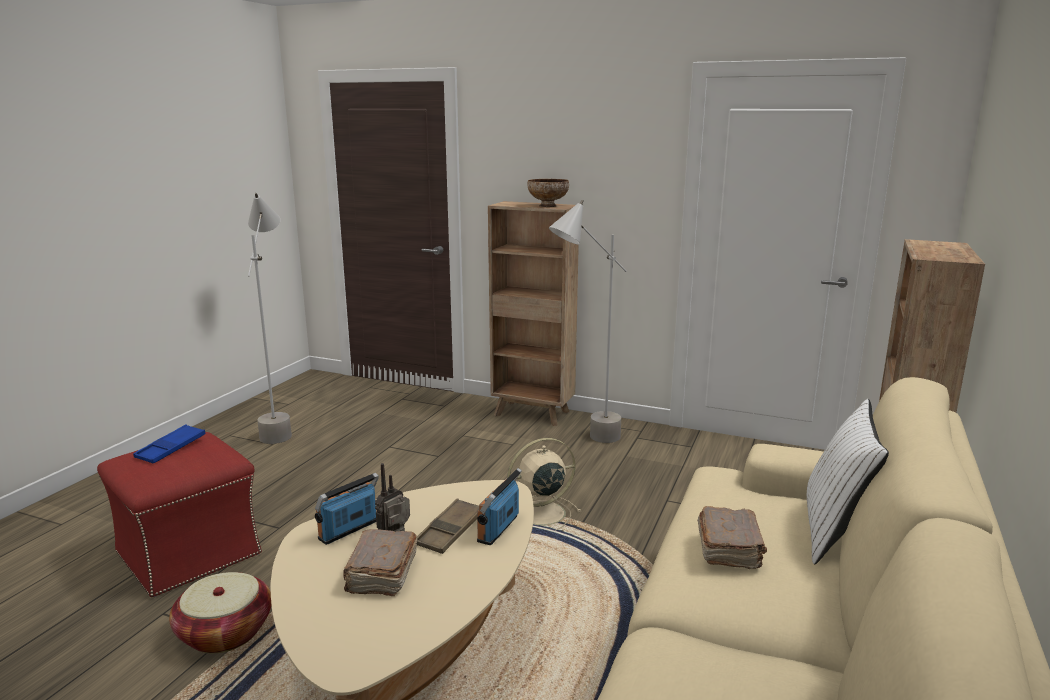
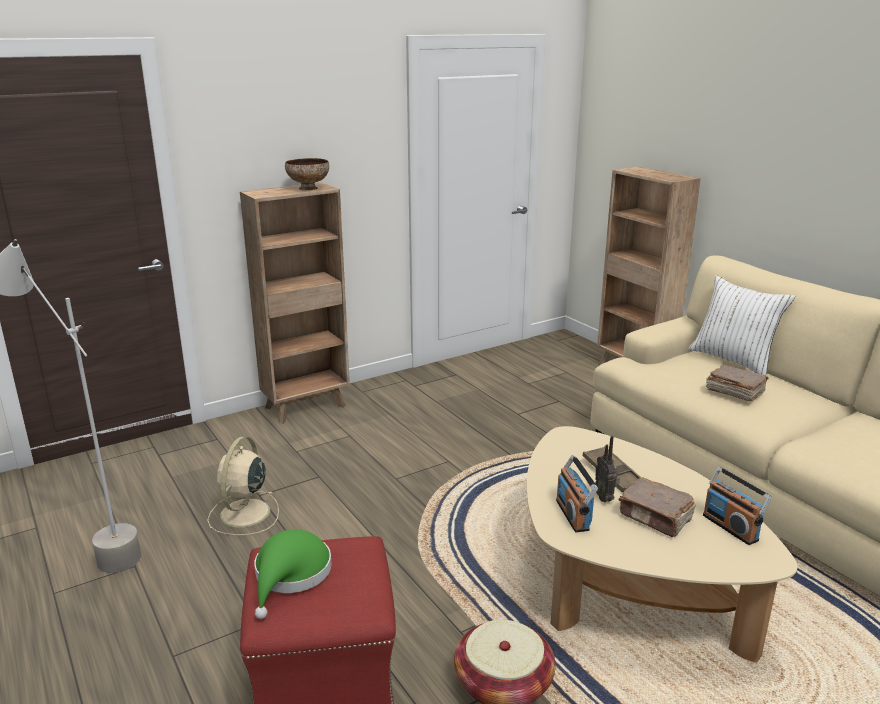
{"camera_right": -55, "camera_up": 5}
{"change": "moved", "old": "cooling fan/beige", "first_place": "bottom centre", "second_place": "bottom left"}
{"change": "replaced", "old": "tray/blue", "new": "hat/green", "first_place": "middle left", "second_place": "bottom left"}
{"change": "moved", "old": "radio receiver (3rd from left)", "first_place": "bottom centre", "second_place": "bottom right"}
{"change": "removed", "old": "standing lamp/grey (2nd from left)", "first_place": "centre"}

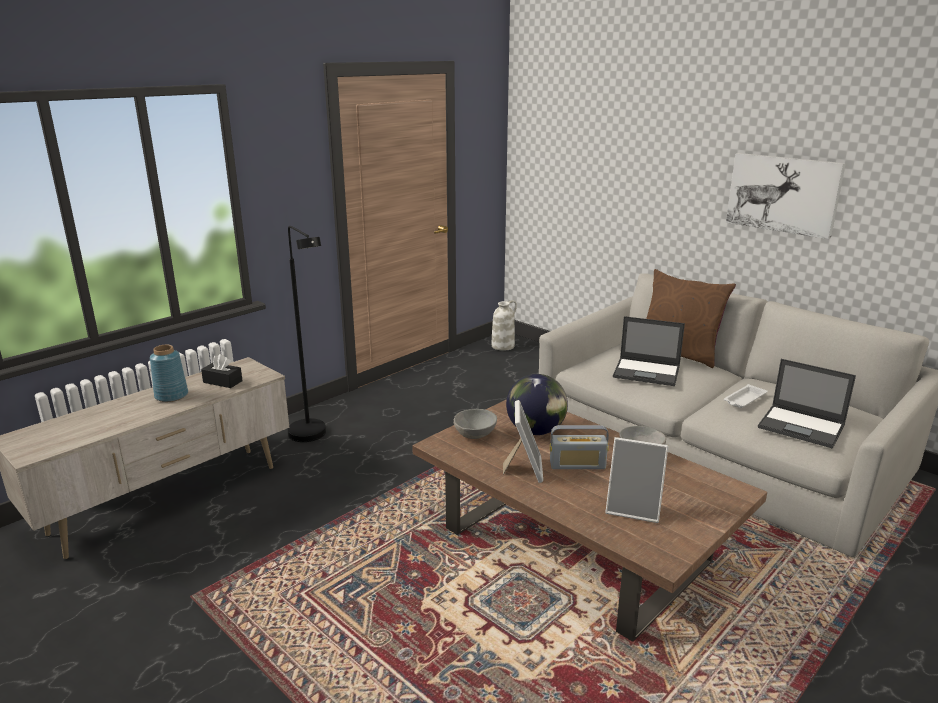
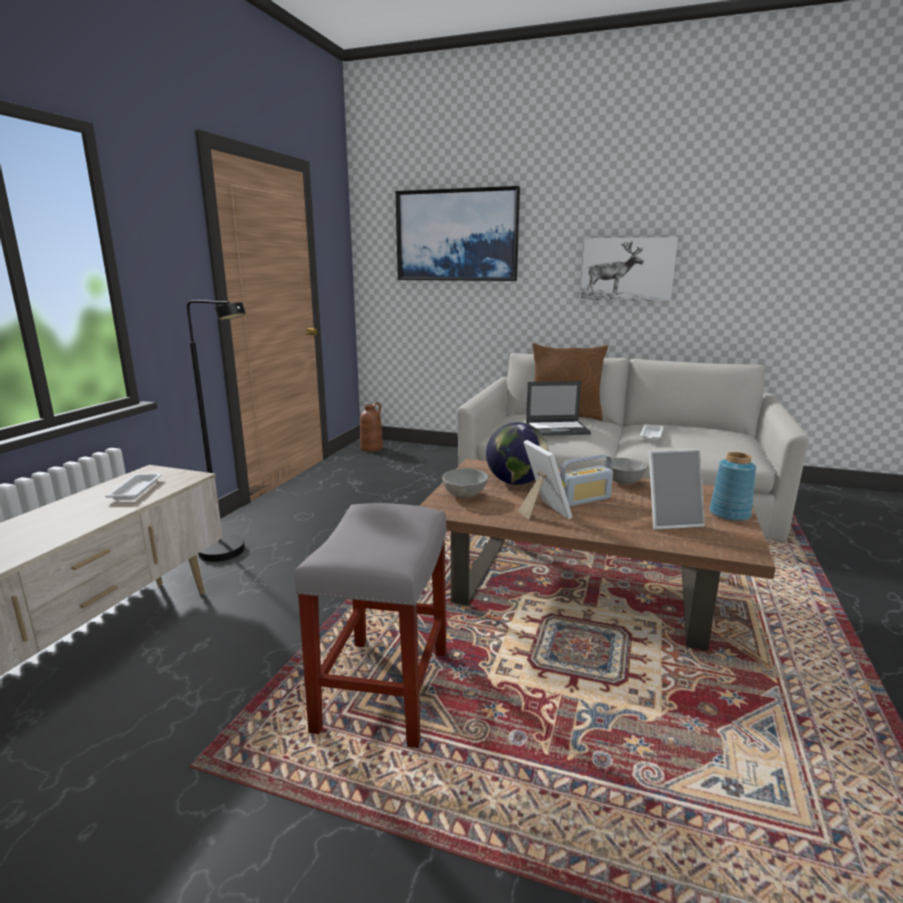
{"camera_right": -25, "camera_up": -5}
{"change": "replaced", "old": "tissue box/black-coloured", "new": "tray/white (1st from left)", "first_place": "middle left", "second_place": "middle left"}
{"change": "added", "new": "sitting stool/grey", "second_place": "bottom centre"}
{"change": "recoloured", "old": "flower vase/white", "new": "flower vase/brownish", "first_place": "centre", "second_place": "centre"}
{"change": "added", "new": "wall picture (1st from left)", "second_place": "top centre"}
{"change": "moved", "old": "flower vase/blue", "first_place": "middle left", "second_place": "middle right"}
{"change": "removed", "old": "notebook computer (2nd from left)", "first_place": "middle right"}

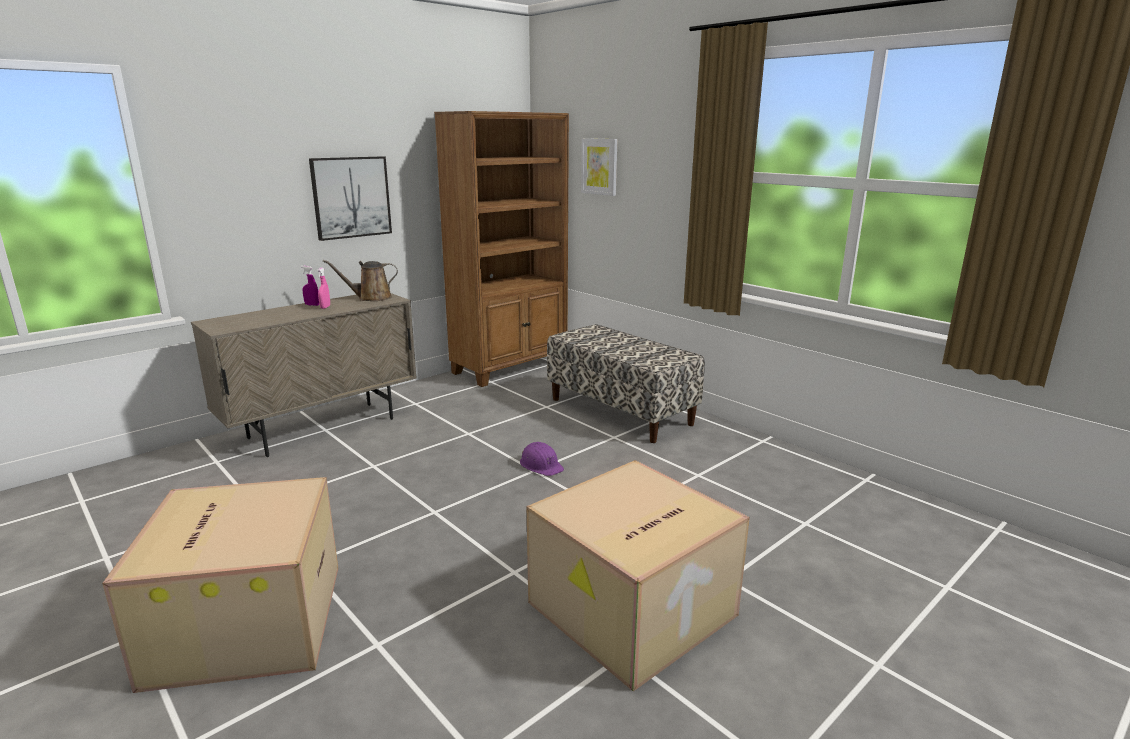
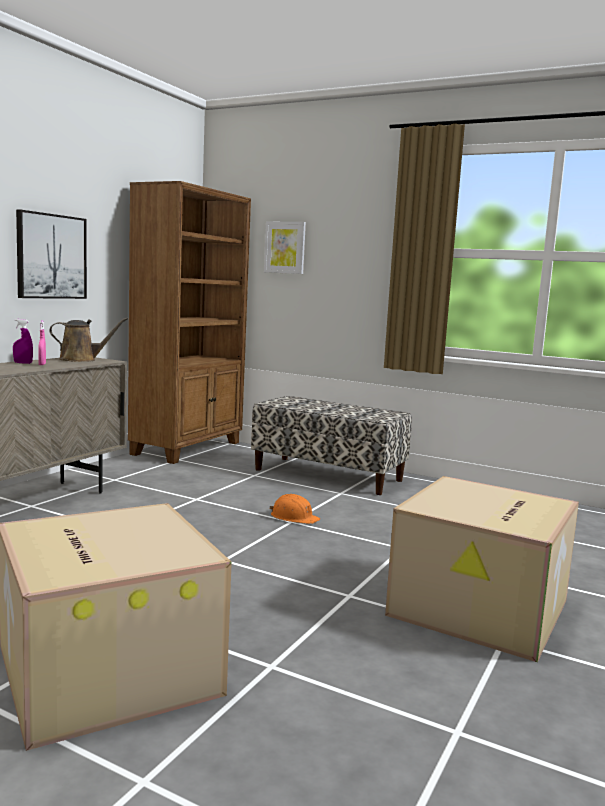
{"camera_right": -20, "camera_up": -10}
{"change": "turned", "old": "watering can/brownish", "first_place": "middle left", "second_place": "middle left", "degrees": -150}
{"change": "recoloured", "old": "hard hat/purplish", "new": "hard hat/orange-coloured", "first_place": "centre", "second_place": "centre"}

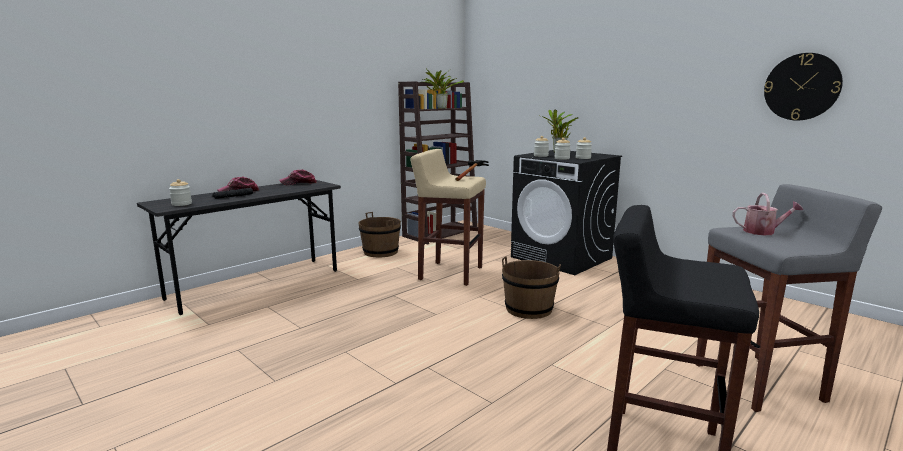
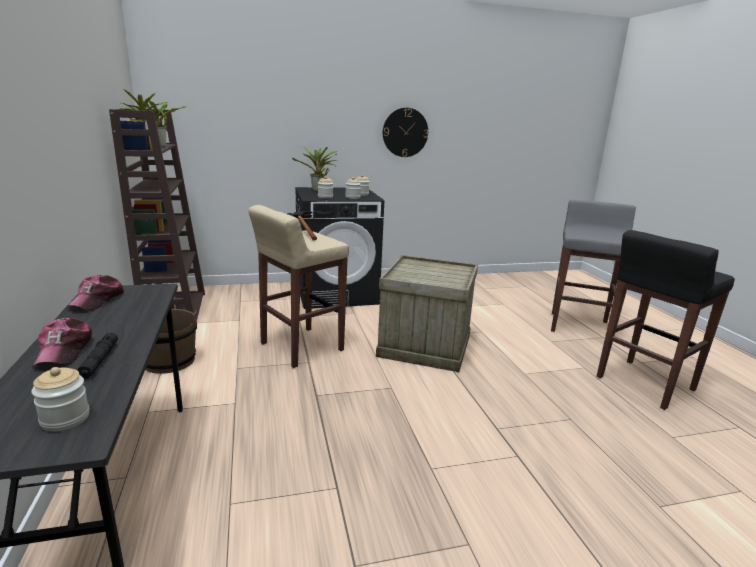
{"camera_right": -60, "camera_up": 5}
{"change": "replaced", "old": "water bucket/brownish (2nd from left)", "new": "shipping crate", "first_place": "centre", "second_place": "centre"}
{"change": "moved", "old": "wall clock", "first_place": "top right", "second_place": "top centre"}
{"change": "removed", "old": "watering can", "first_place": "middle right"}

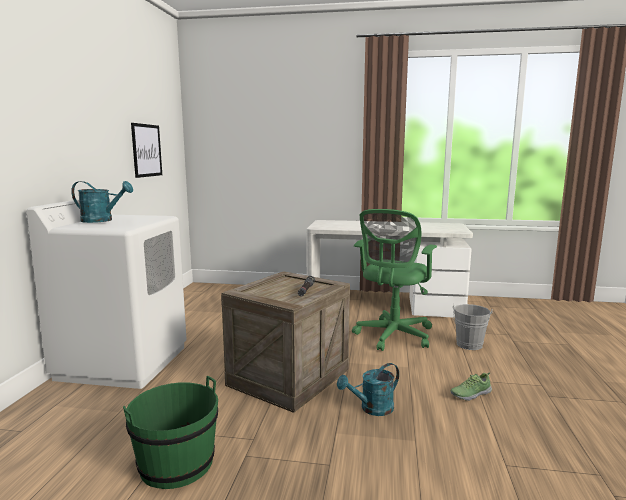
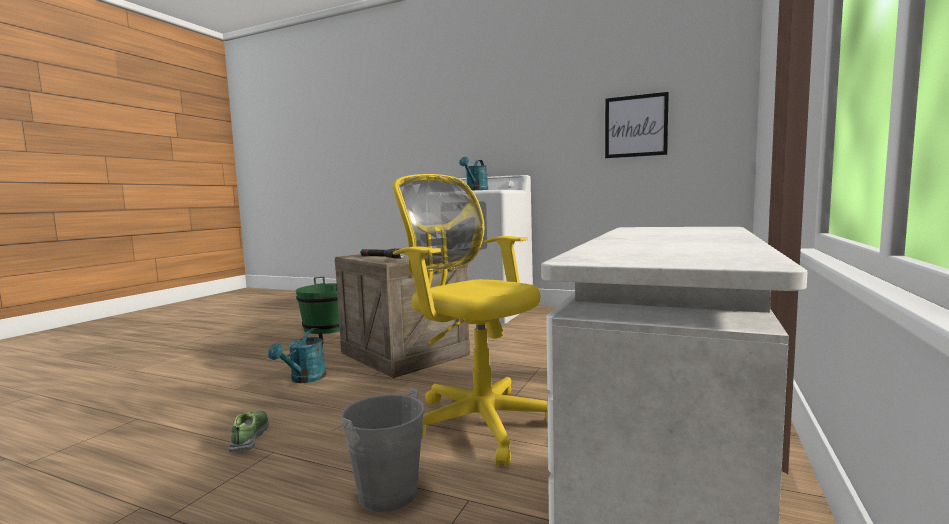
{"camera_right": 105, "camera_up": -5}
{"change": "turned", "old": "watering can/turquoise (2nd from left in the first image)", "first_place": "bottom centre", "second_place": "bottom left", "degrees": -150}
{"change": "recoloured", "old": "office chair/green", "new": "office chair/yellowish", "first_place": "centre", "second_place": "centre"}

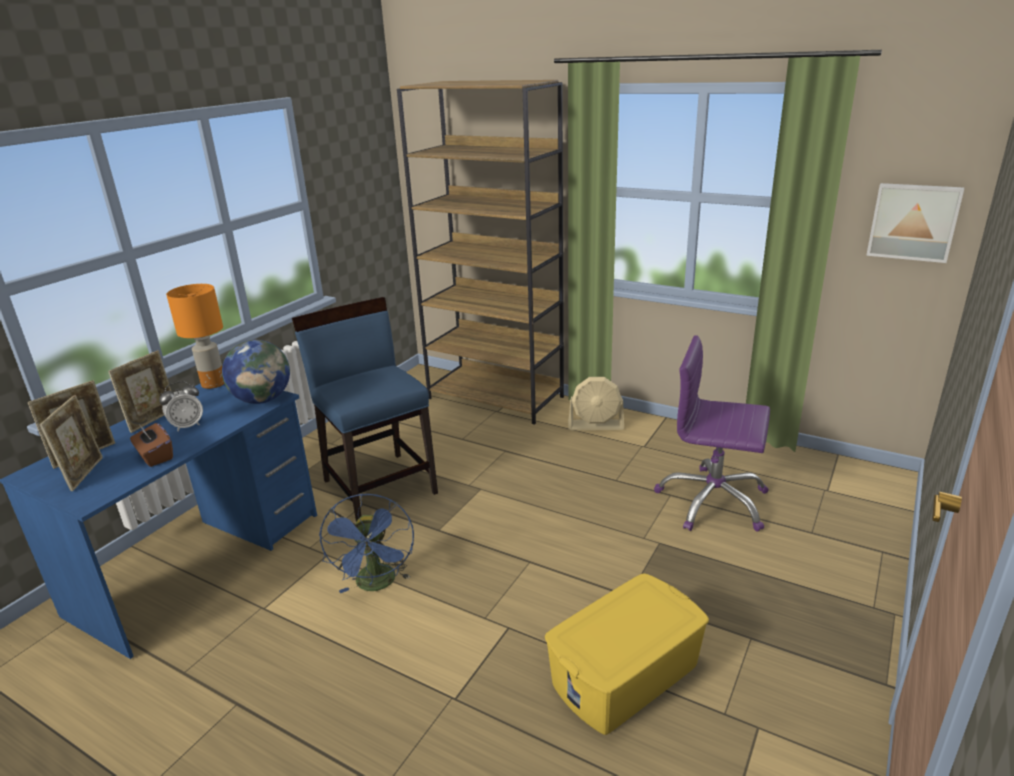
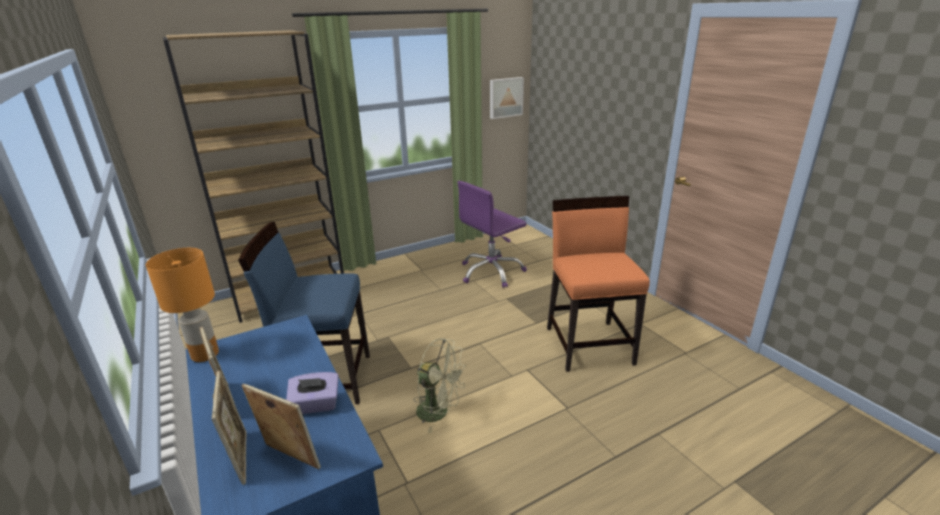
{"camera_right": -60, "camera_up": 0}
{"change": "recoloured", "old": "tissue box/brownish", "new": "tissue box/purplish", "first_place": "middle left", "second_place": "bottom left"}
{"change": "recoloured", "old": "cooling fan/blue", "new": "cooling fan/green", "first_place": "bottom centre", "second_place": "bottom centre"}
{"change": "replaced", "old": "storage container/yellowish", "new": "upright chair/orange-coloured", "first_place": "bottom centre", "second_place": "centre"}
{"change": "removed", "old": "table clock", "first_place": "middle left"}
{"change": "removed", "old": "world globe", "first_place": "middle left"}
{"change": "removed", "old": "cooling fan/beige", "first_place": "centre"}

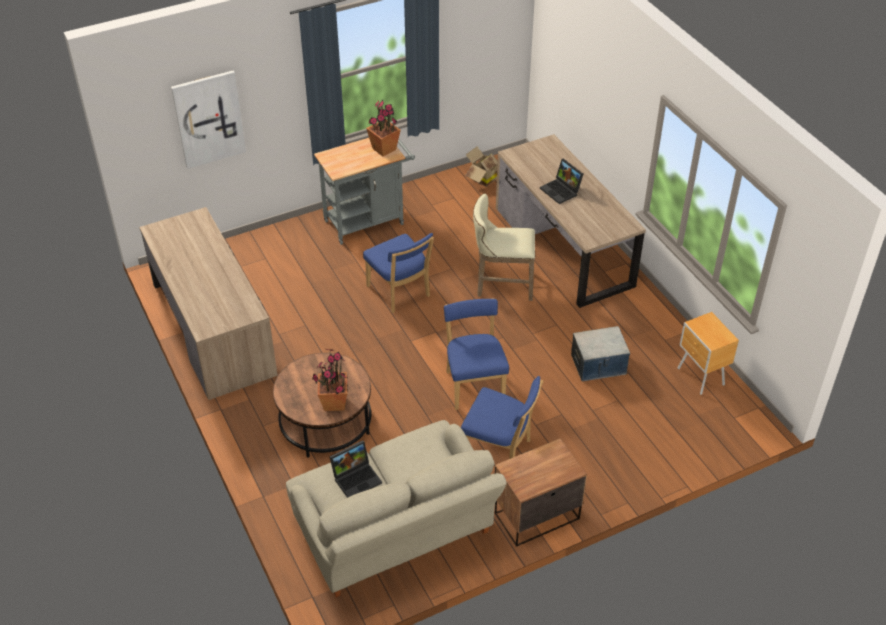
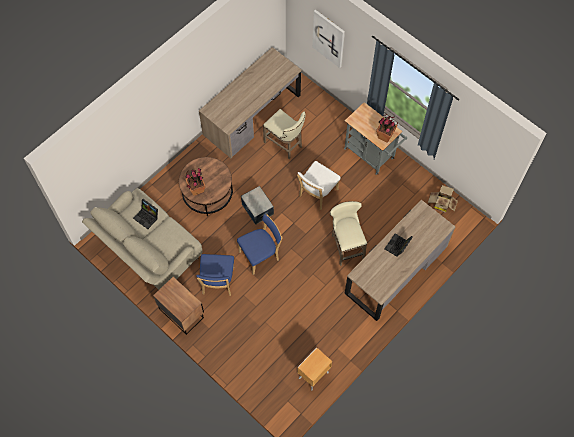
{"camera_right": 70, "camera_up": 20}
{"change": "moved", "old": "storage container", "first_place": "middle right", "second_place": "centre"}
{"change": "added", "new": "sitting stool/beige (1st from left)", "second_place": "top centre"}
{"change": "recoloured", "old": "upright chair/blue (1st from left)", "new": "upright chair/white", "first_place": "centre", "second_place": "centre"}

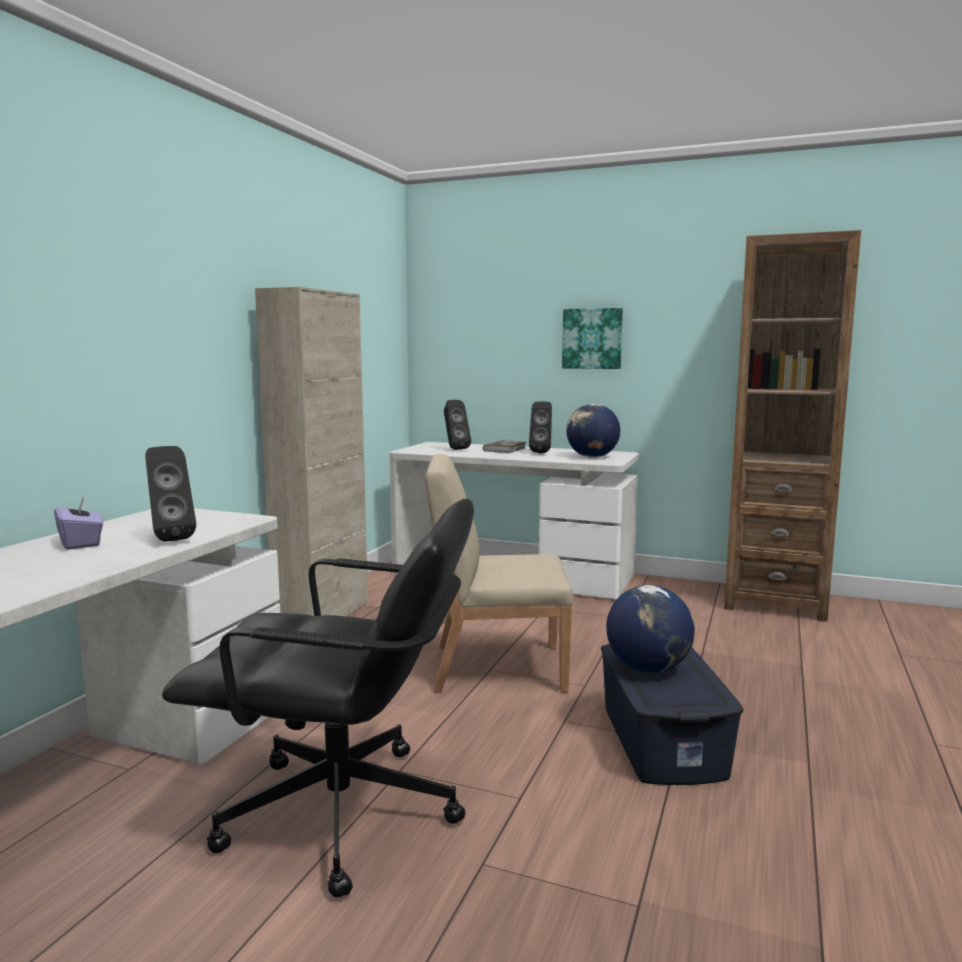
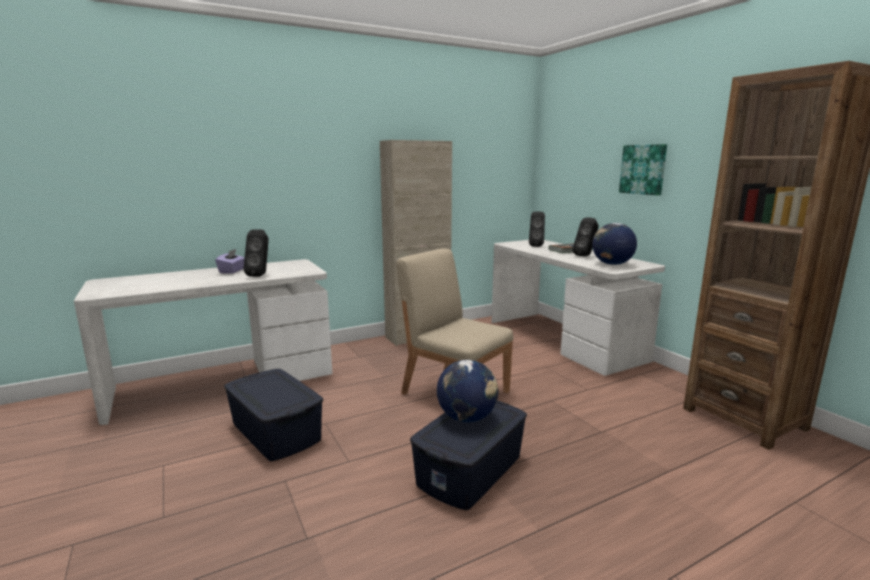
{"camera_right": 40, "camera_up": 5}
{"change": "replaced", "old": "office chair/black-coloured", "new": "storage container/blue (1st from left)", "first_place": "bottom left", "second_place": "bottom left"}

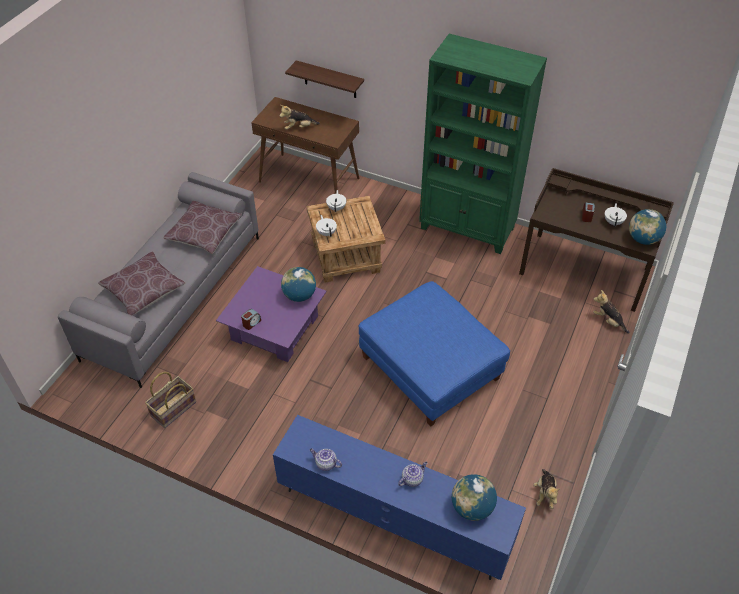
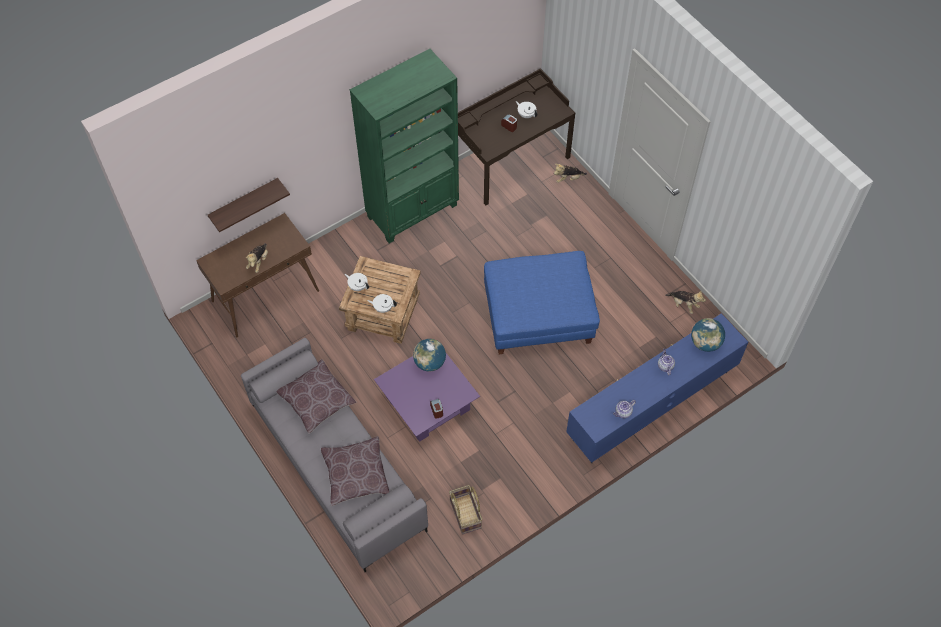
{"camera_right": -60, "camera_up": 10}
{"change": "removed", "old": "world globe (3rd from left)", "first_place": "middle right"}

